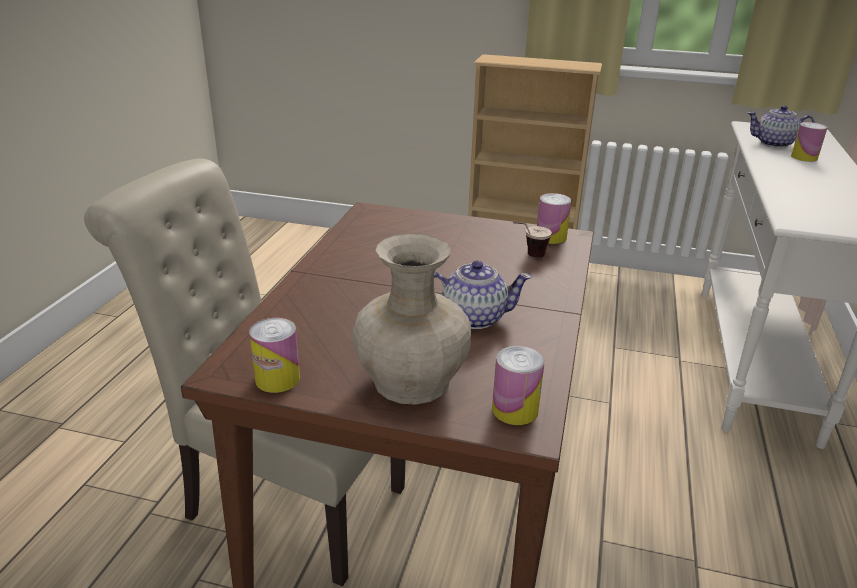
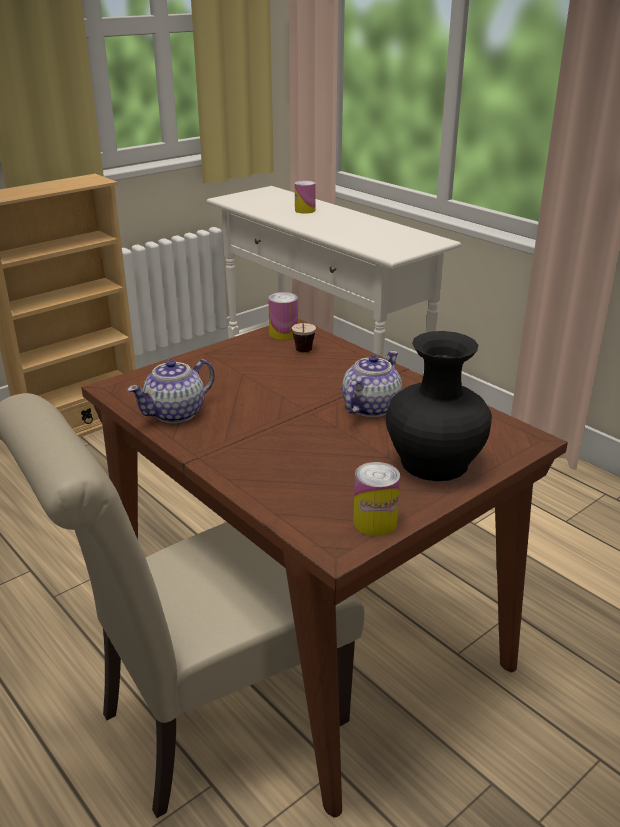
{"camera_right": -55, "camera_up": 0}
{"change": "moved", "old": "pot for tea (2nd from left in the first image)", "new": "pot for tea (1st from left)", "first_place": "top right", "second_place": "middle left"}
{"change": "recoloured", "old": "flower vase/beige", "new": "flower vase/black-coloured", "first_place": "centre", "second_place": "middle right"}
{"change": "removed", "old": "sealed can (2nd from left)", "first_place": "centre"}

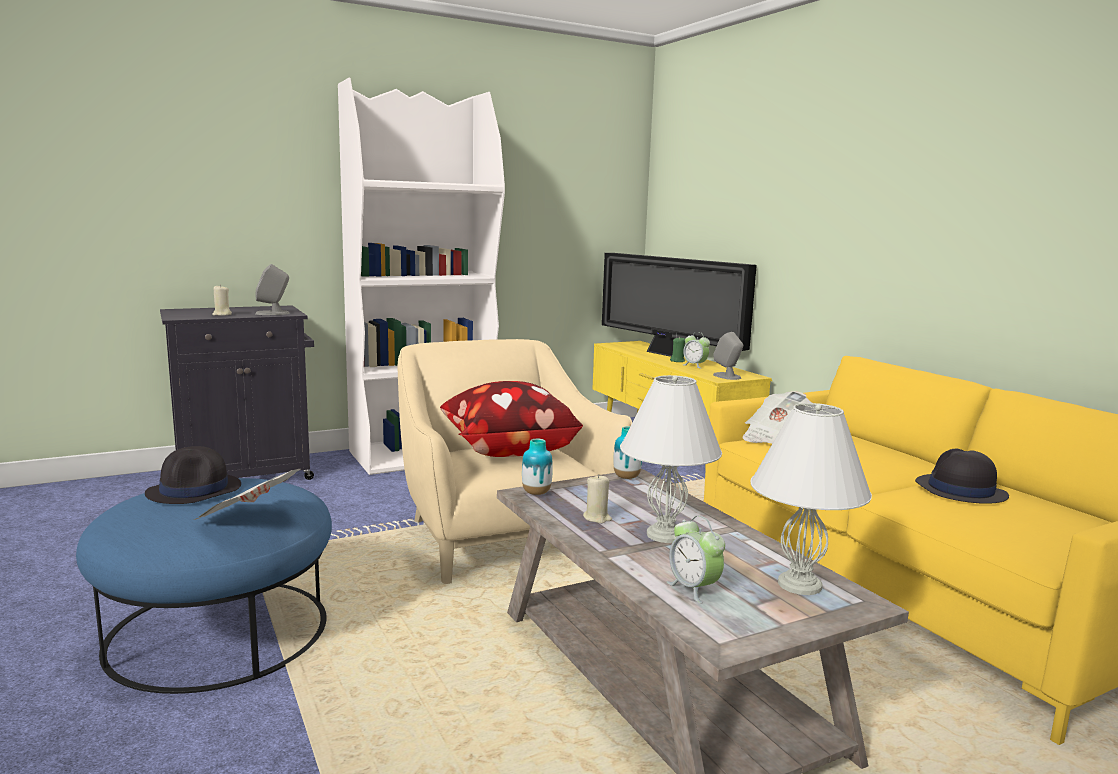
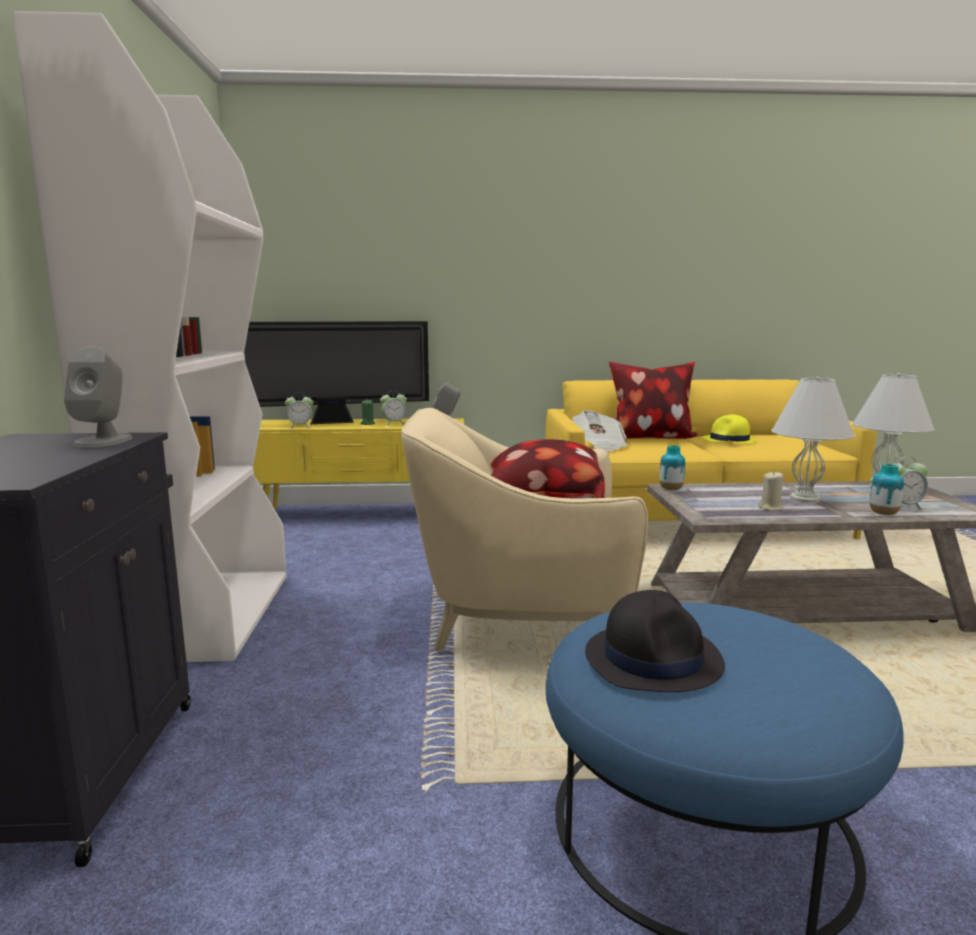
{"camera_right": -65, "camera_up": 0}
{"change": "added", "new": "table clock (1st from left)", "second_place": "middle left"}
{"change": "added", "new": "pillow (2nd from left)", "second_place": "middle right"}
{"change": "recoloured", "old": "hat/black-coloured (2nd from left)", "new": "hat/yellowish", "first_place": "middle right", "second_place": "middle right"}
{"change": "moved", "old": "flower vase (1st from left in the first image)", "new": "flower vase (2nd from left)", "first_place": "centre", "second_place": "middle right"}
{"change": "removed", "old": "newspaper (1st from left)", "first_place": "middle left"}
{"change": "removed", "old": "wax candle/beige (1st from left)", "first_place": "middle left"}

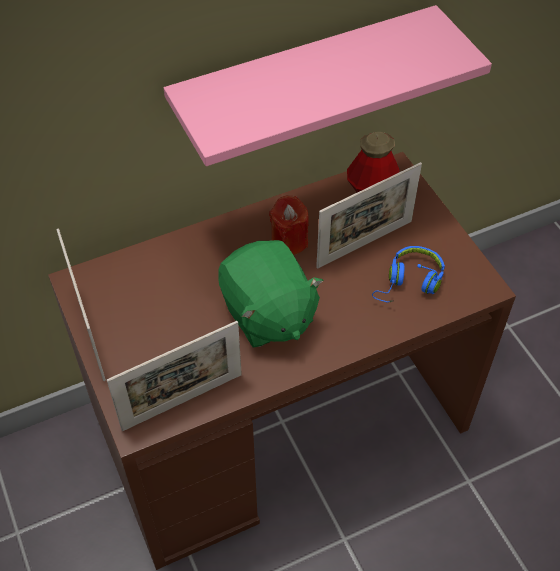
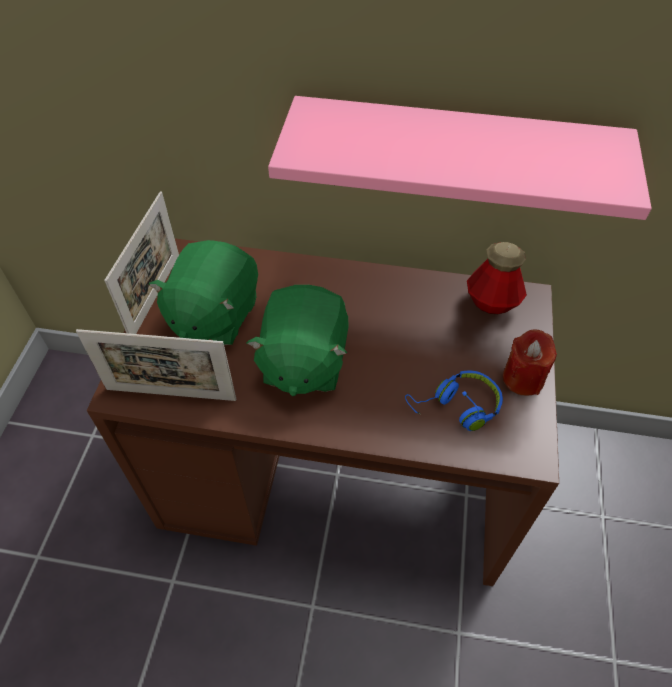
{"camera_right": 35, "camera_up": 0}
{"change": "added", "new": "plush toy/green (1st from left)", "second_place": "middle left"}
{"change": "moved", "old": "wax candle/red", "first_place": "centre", "second_place": "middle right"}
{"change": "removed", "old": "standing frame (3rd from left)", "first_place": "centre"}

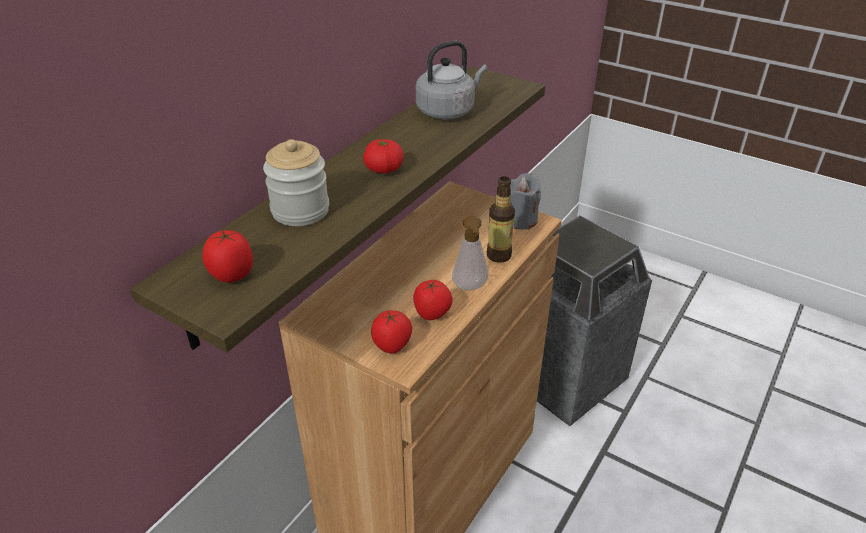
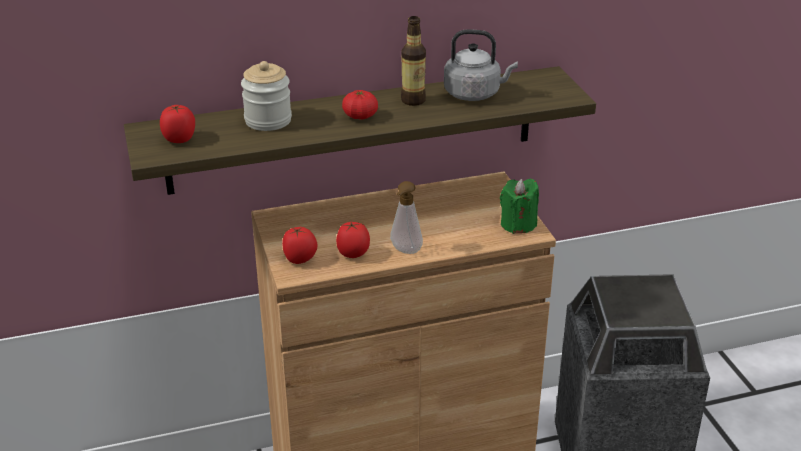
{"camera_right": 40, "camera_up": -5}
{"change": "moved", "old": "bottle", "first_place": "centre", "second_place": "top centre"}
{"change": "recoloured", "old": "wax candle/grey", "new": "wax candle/green", "first_place": "centre", "second_place": "centre"}

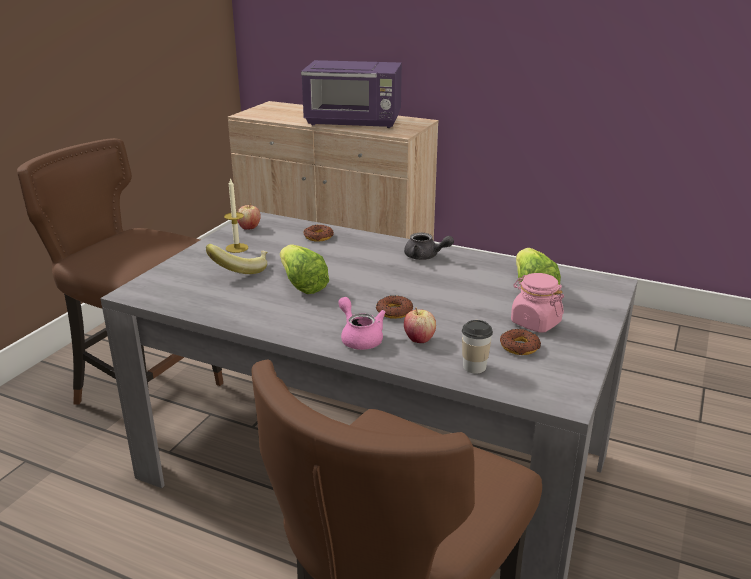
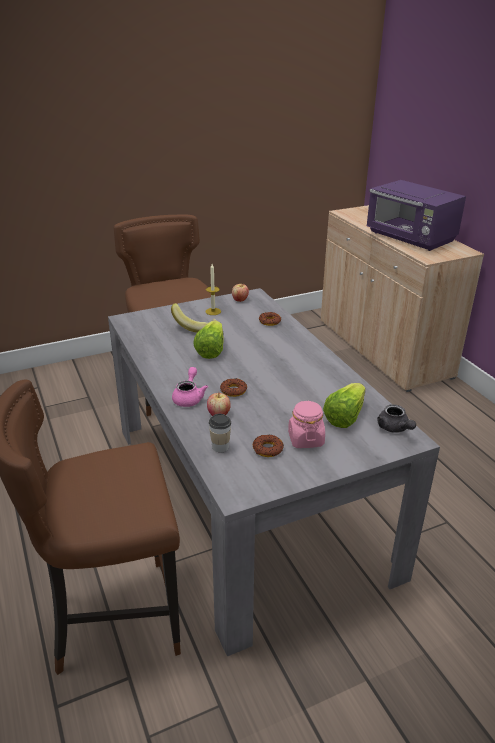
{"camera_right": 40, "camera_up": 5}
{"change": "moved", "old": "pot for tea/grey", "first_place": "centre", "second_place": "middle right"}

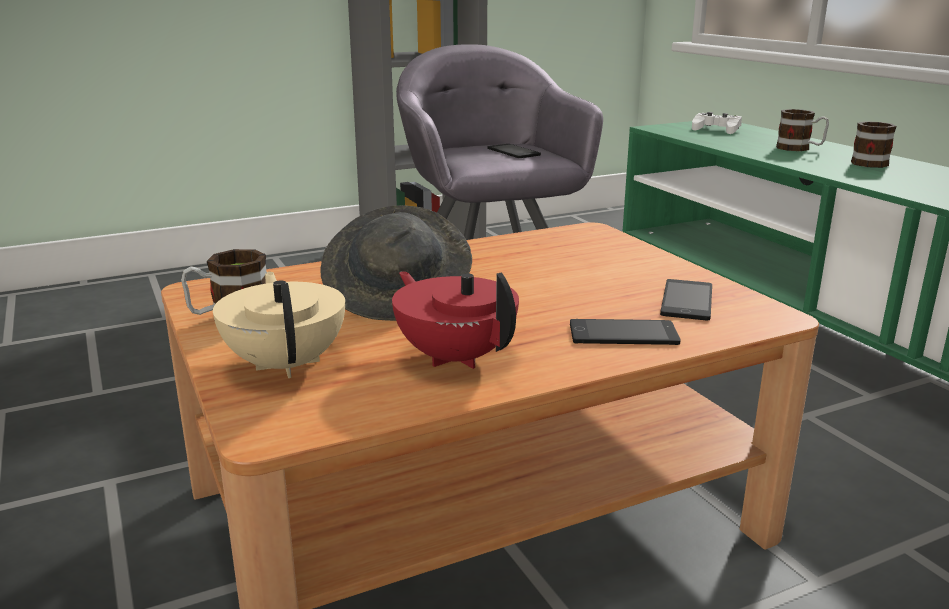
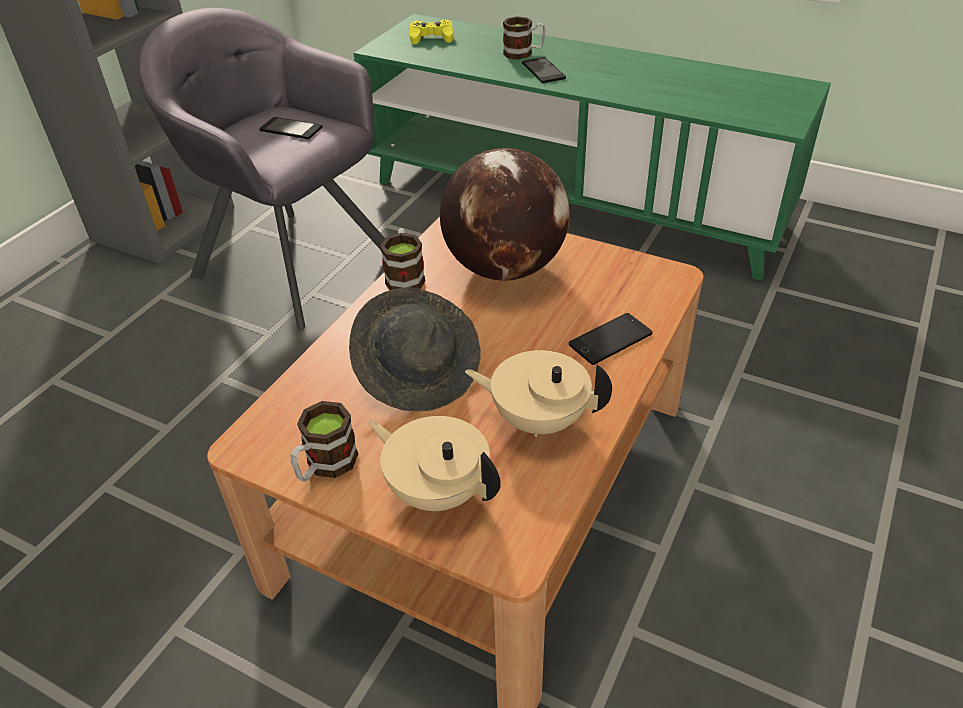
{"camera_right": -35, "camera_up": 20}
{"change": "moved", "old": "mug (3rd from left in the first image)", "new": "mug (2nd from left)", "first_place": "top right", "second_place": "centre"}
{"change": "recoloured", "old": "gamepad/white", "new": "gamepad/yellowish", "first_place": "top right", "second_place": "top centre"}
{"change": "added", "new": "world globe", "second_place": "top centre"}
{"change": "recoloured", "old": "pot for tea/red", "new": "pot for tea/beige (2nd from left)", "first_place": "centre", "second_place": "centre"}
{"change": "moved", "old": "telephone (3rd from left in the first image)", "new": "telephone (2nd from left)", "first_place": "middle right", "second_place": "top centre"}

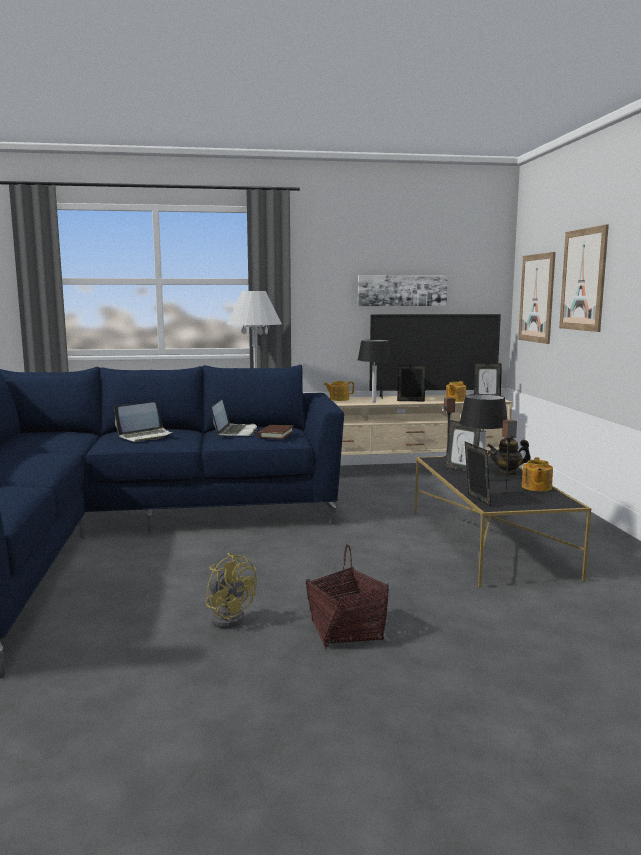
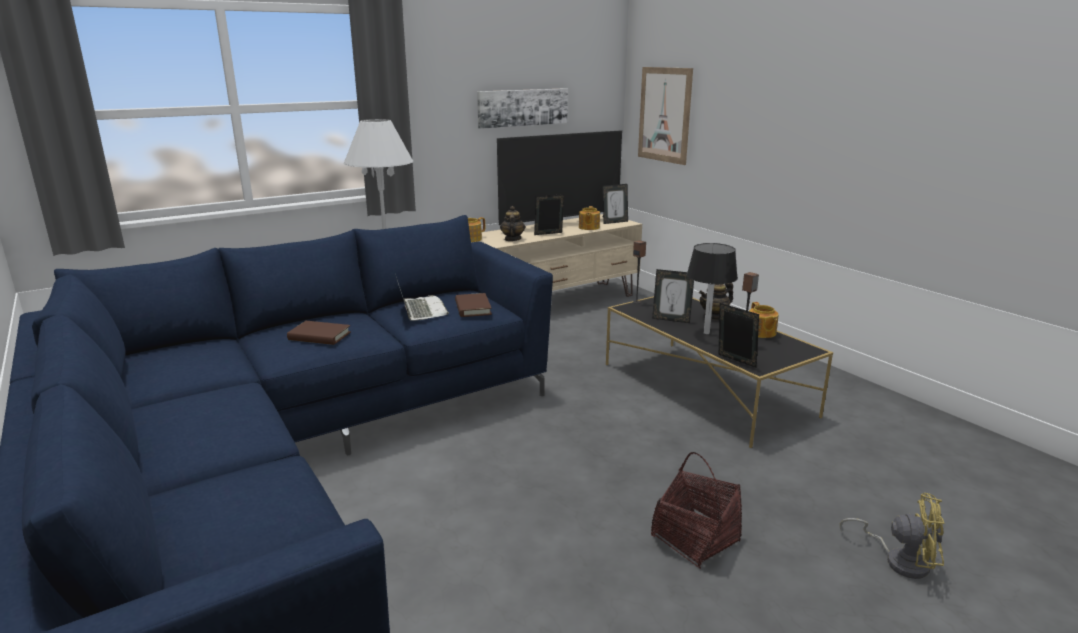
{"camera_right": -25, "camera_up": 10}
{"change": "replaced", "old": "notebook computer (1st from left)", "new": "book/brownish (1st from left)", "first_place": "middle left", "second_place": "middle left"}
{"change": "replaced", "old": "table lamp/black-coloured (1st from left)", "new": "pot for tea (2nd from left)", "first_place": "centre", "second_place": "centre"}
{"change": "moved", "old": "cooling fan/yellowish", "first_place": "bottom centre", "second_place": "bottom right"}
{"change": "removed", "old": "wall picture (3rd from left)", "first_place": "top right"}

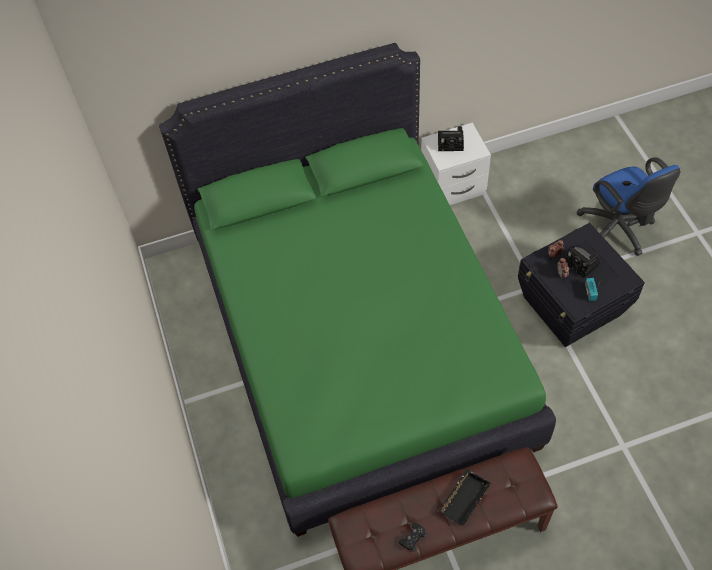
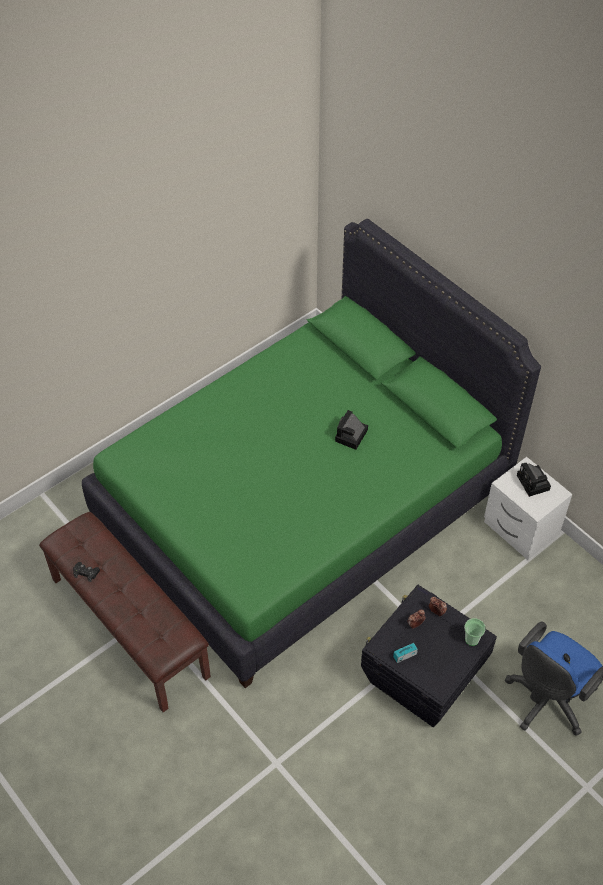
{"camera_right": 65, "camera_up": -5}
{"change": "moved", "old": "still camera (2nd from left in the first image)", "new": "still camera (1st from left)", "first_place": "middle right", "second_place": "centre"}
{"change": "added", "new": "small cup", "second_place": "bottom right"}
{"change": "removed", "old": "tray/black-coloured", "first_place": "bottom centre"}

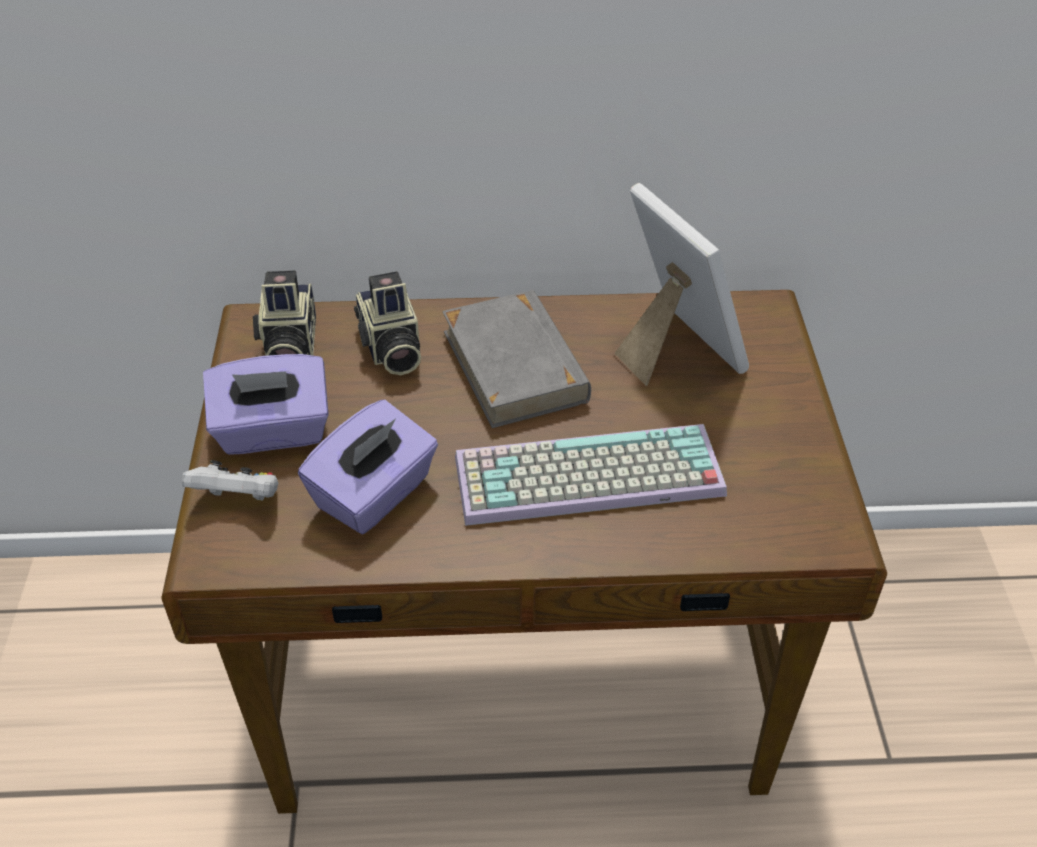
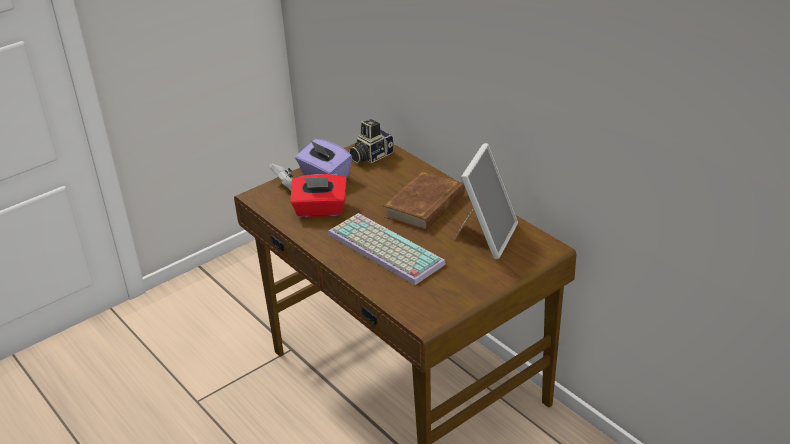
{"camera_right": 55, "camera_up": -10}
{"change": "recoloured", "old": "tissue box/purplish (2nd from left)", "new": "tissue box/red", "first_place": "centre", "second_place": "centre"}
{"change": "recoloured", "old": "book/grey", "new": "book/brownish", "first_place": "centre", "second_place": "centre"}
{"change": "removed", "old": "still camera (2nd from left)", "first_place": "centre"}

